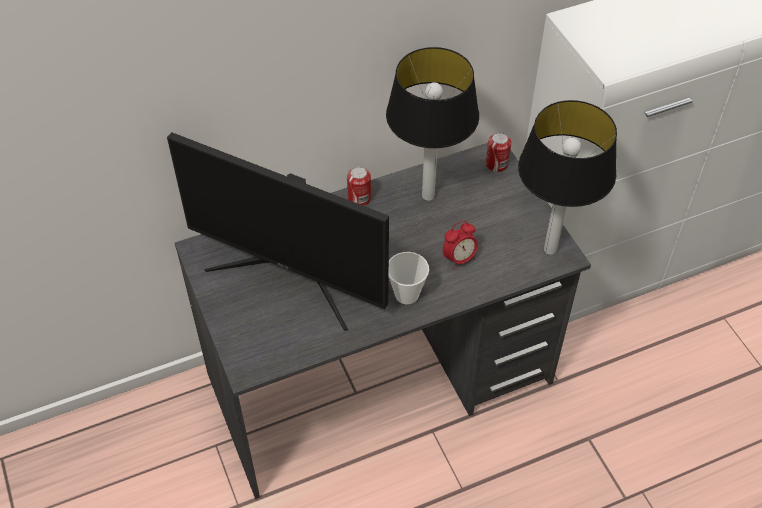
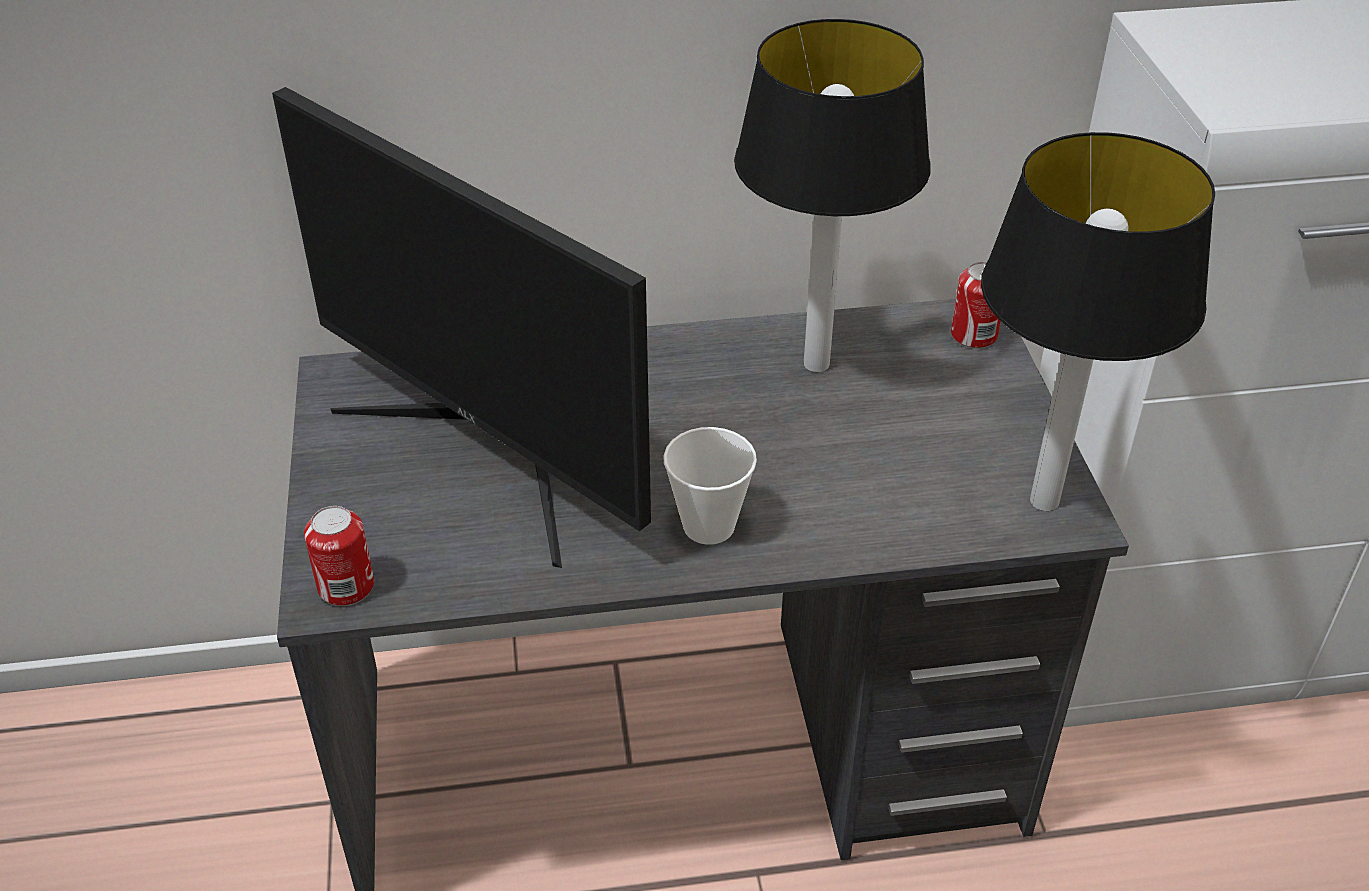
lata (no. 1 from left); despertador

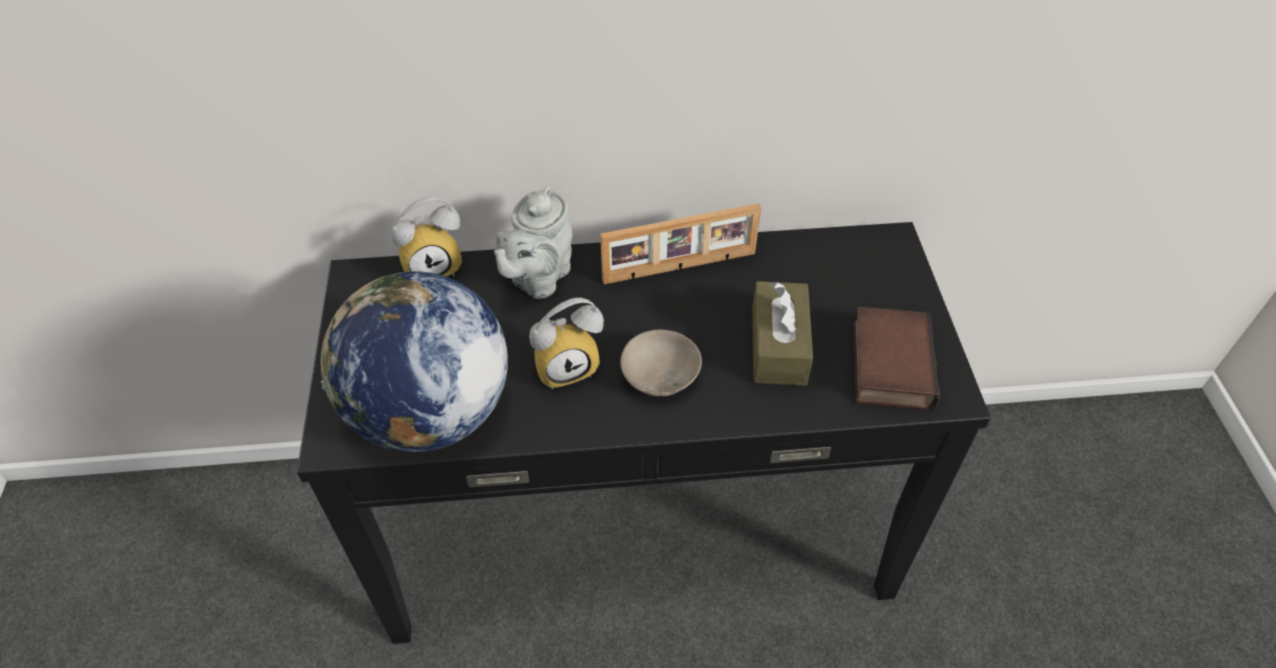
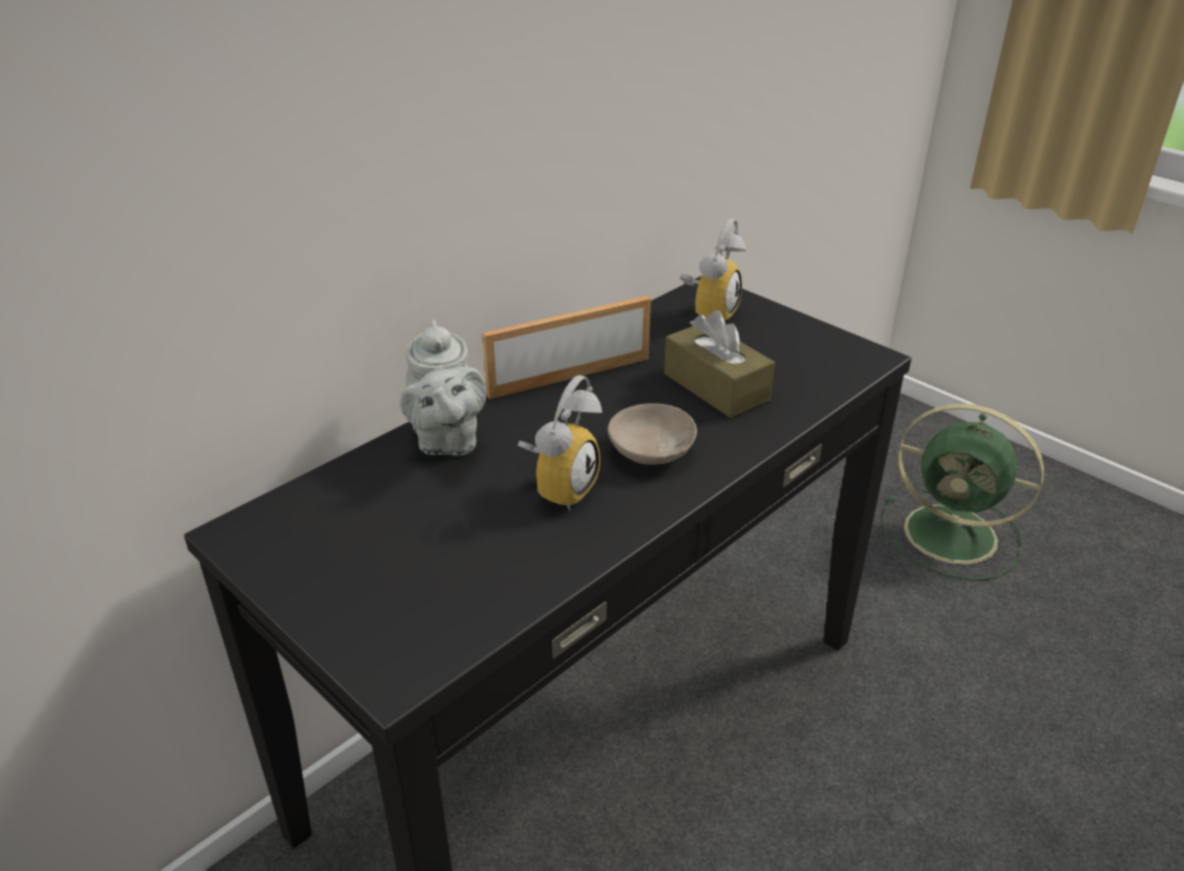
despertador (no. 2 from left); portarretratos; globo terráqueo; libro; ventilador [verde]

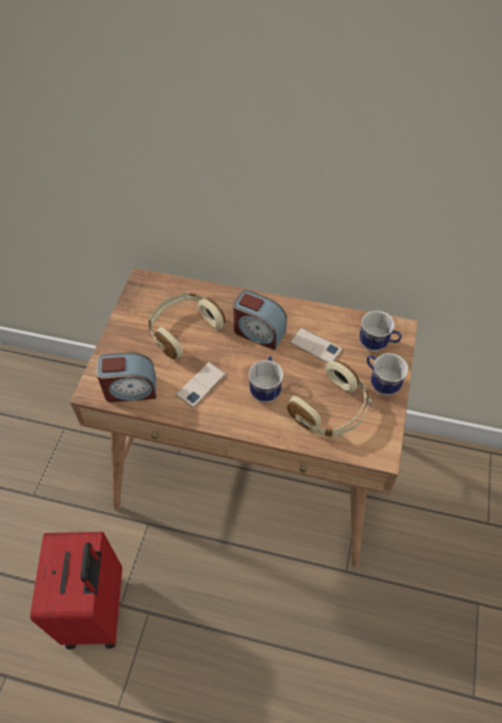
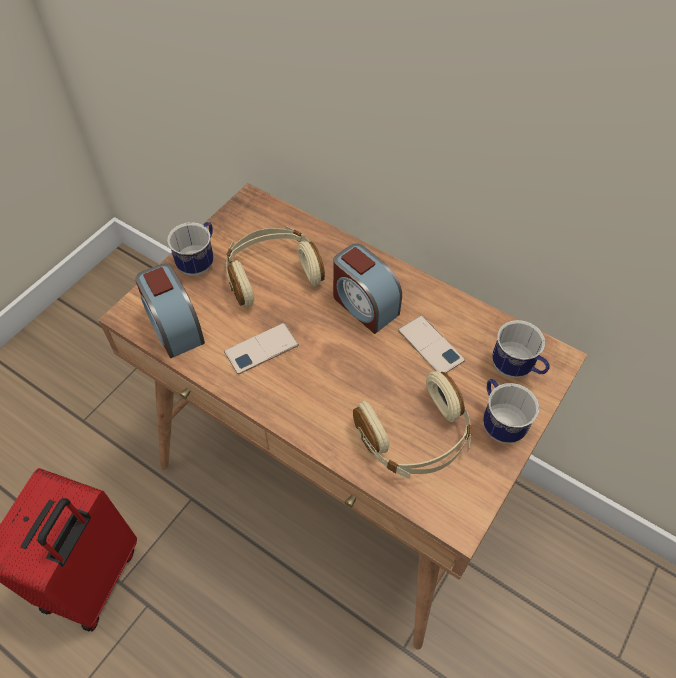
despertador (no. 1 from left); taza grande (no. 1 from left)

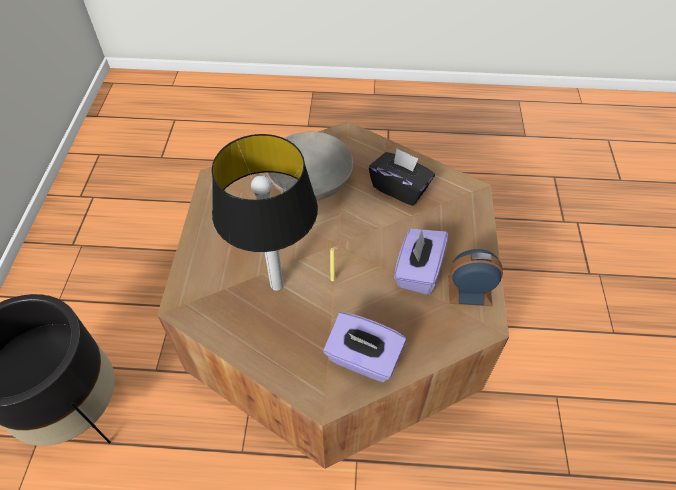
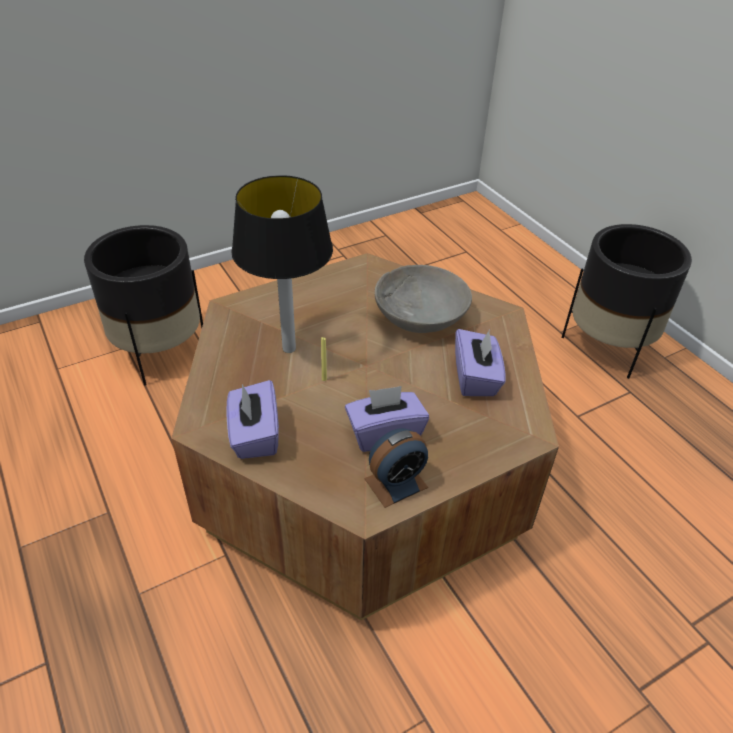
caja de pañuelos [morado] (no. 3 from left); despertador; maceta [negro] (no. 2 from left)

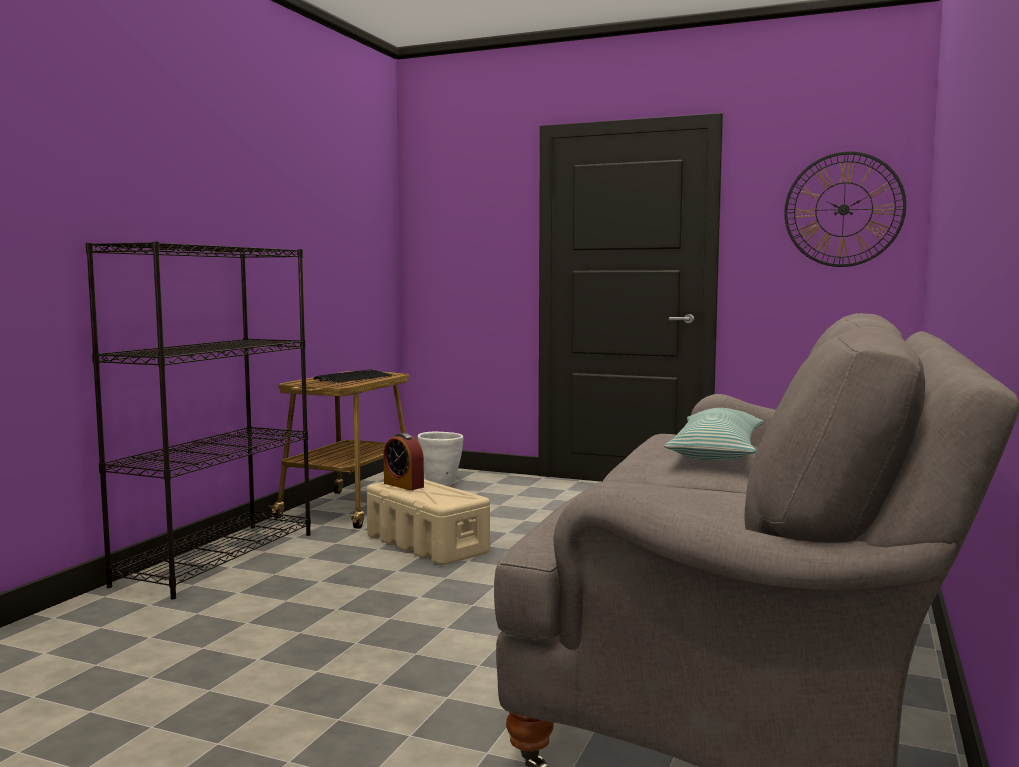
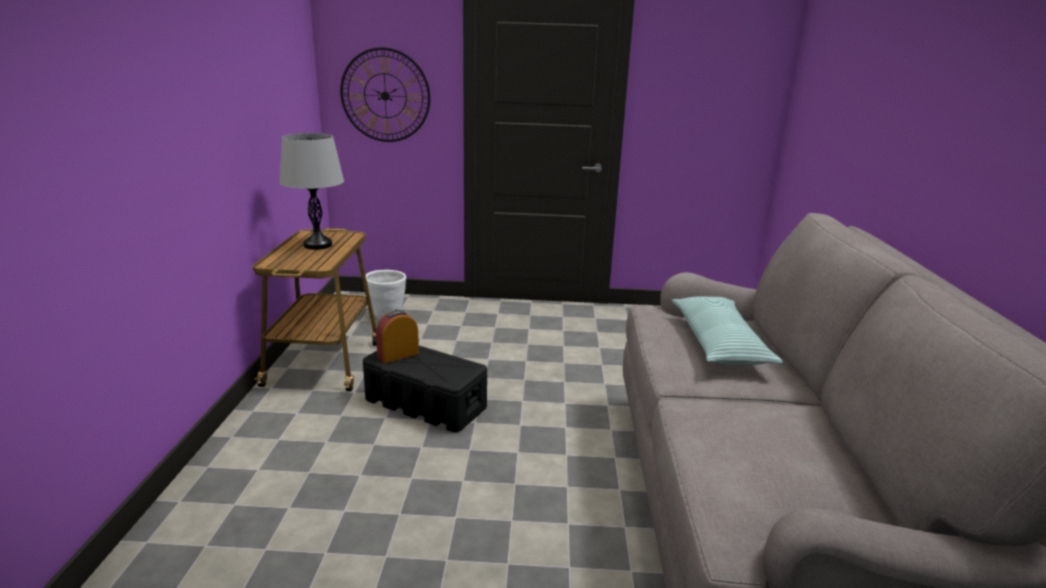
reloj de pared; estantería [negro]; lámpara de mesa [gris]; despertador; caja de almacenaje [negro]

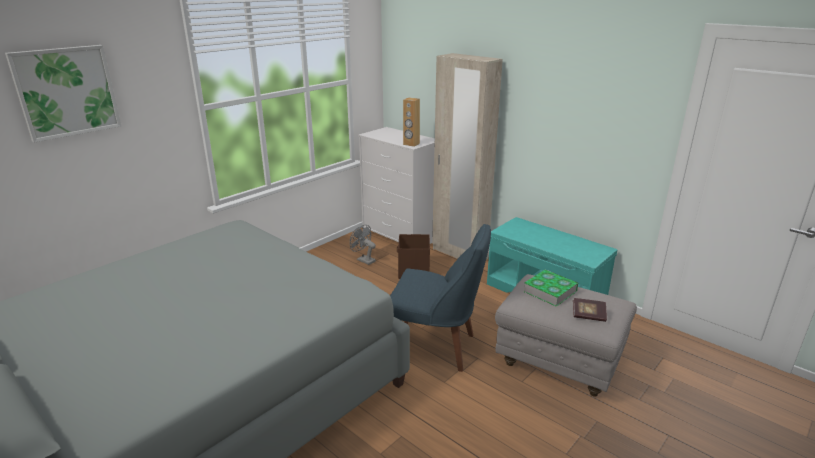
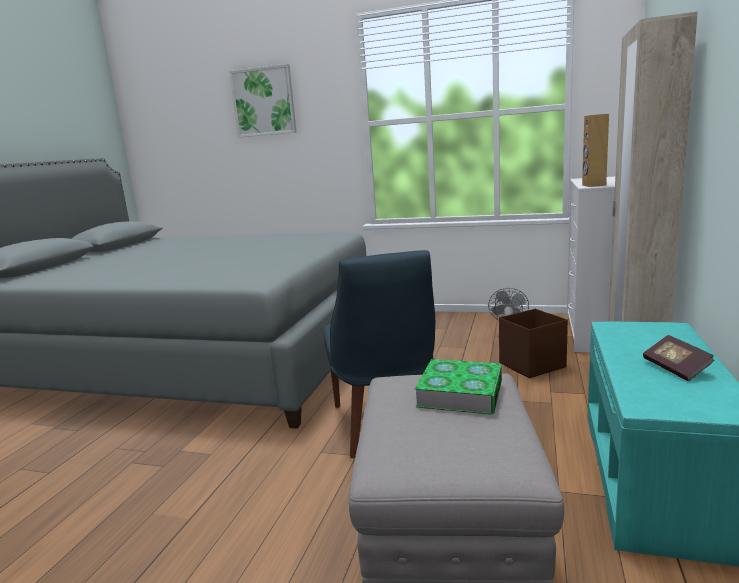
libro (no. 2 from left)

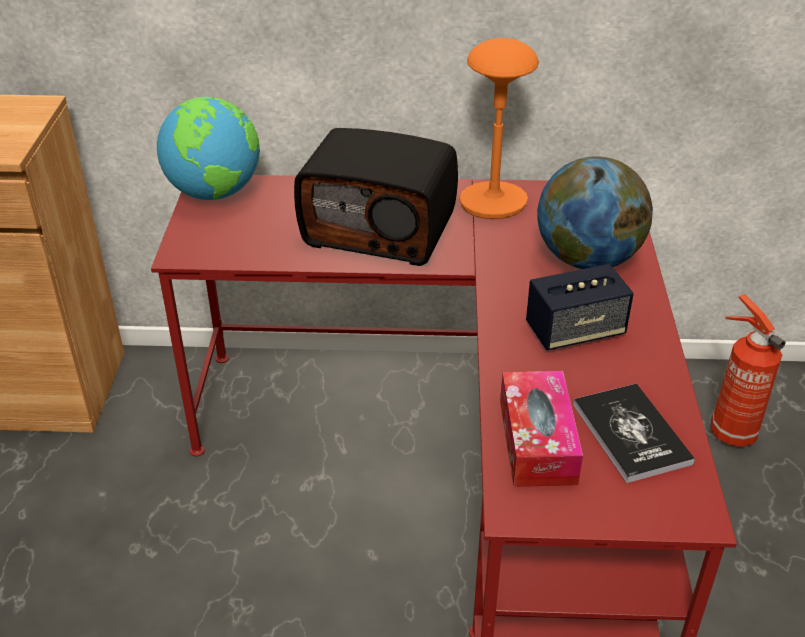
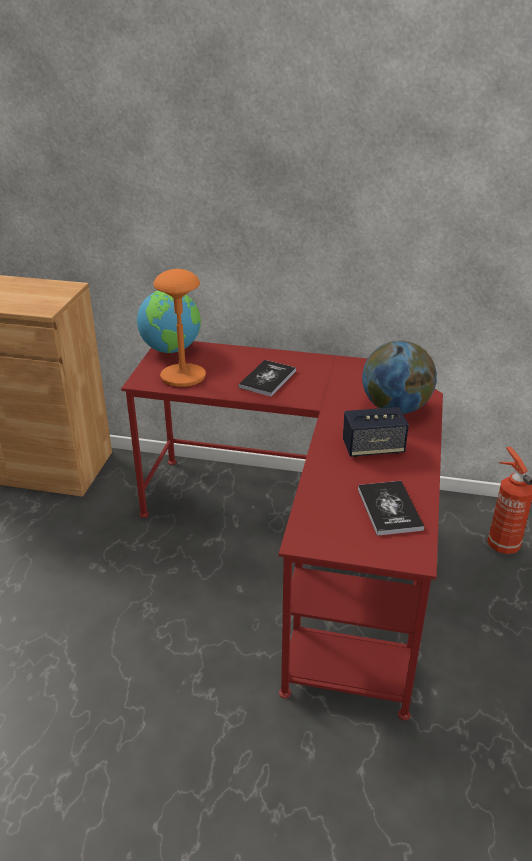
lámpara de mesa [naranja]; libro (no. 1 from left); caja de pañuelos

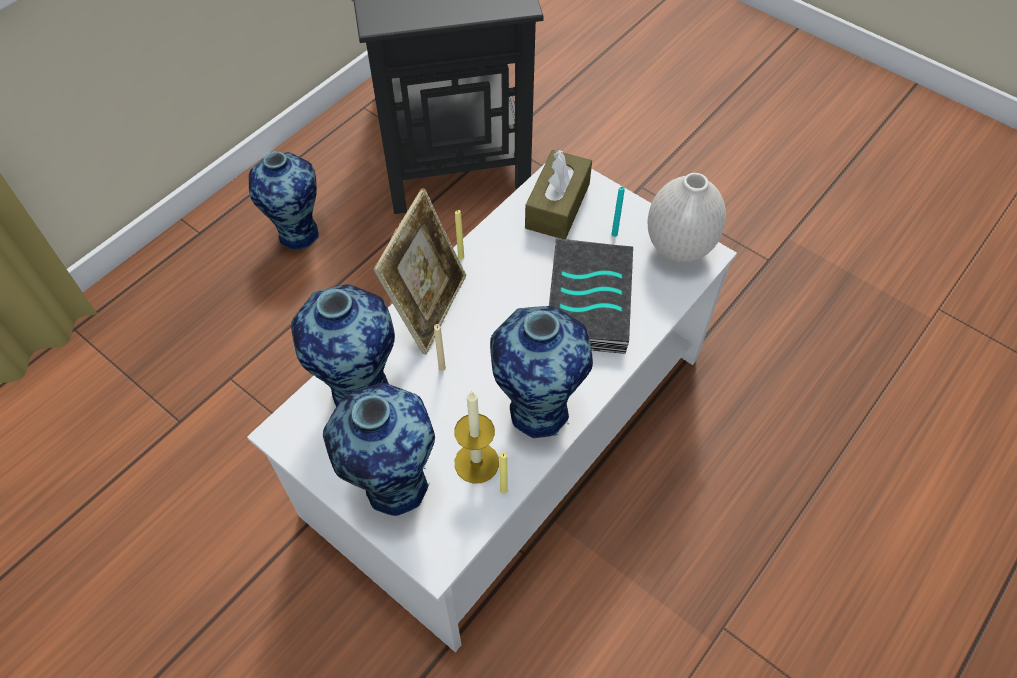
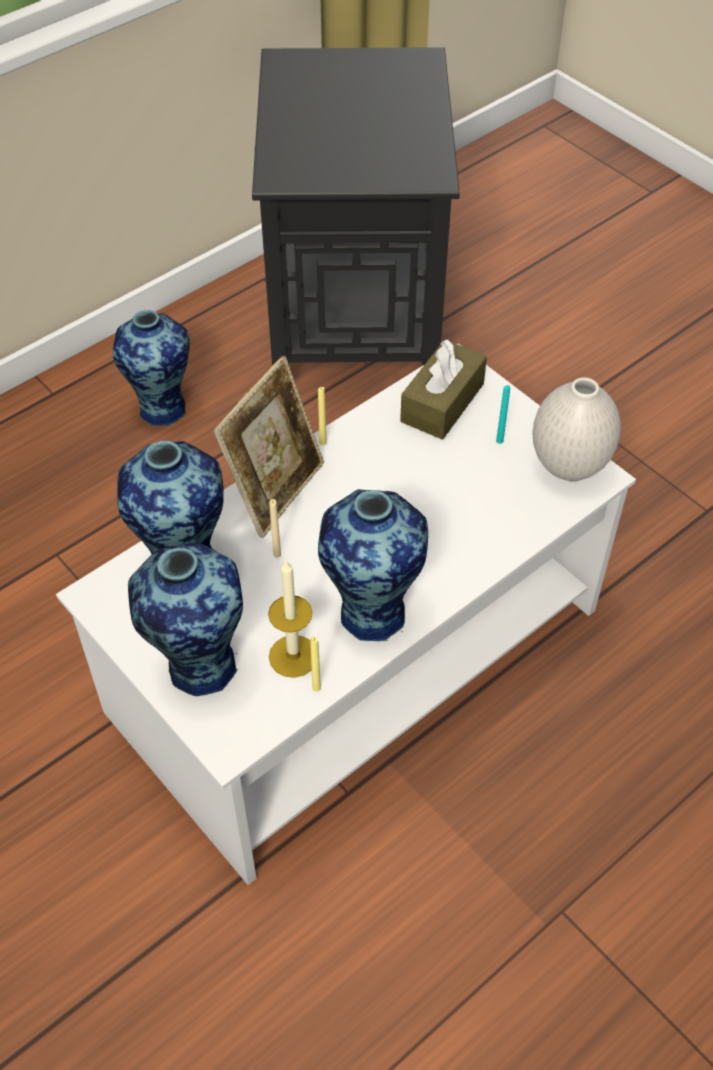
libro

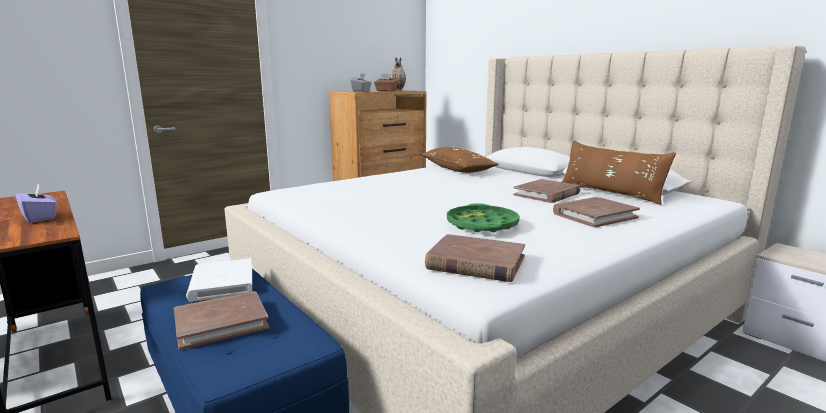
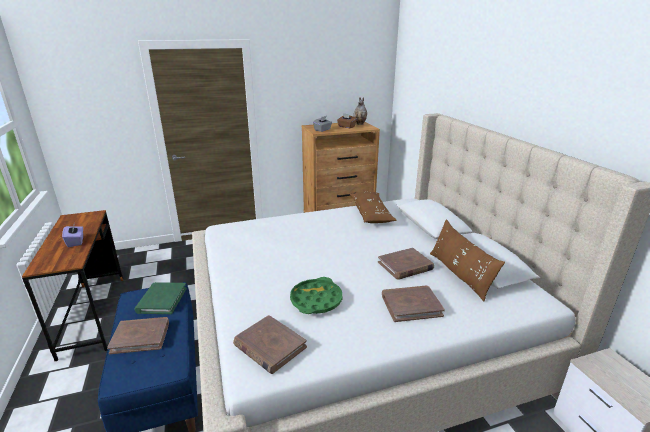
libro [verde]

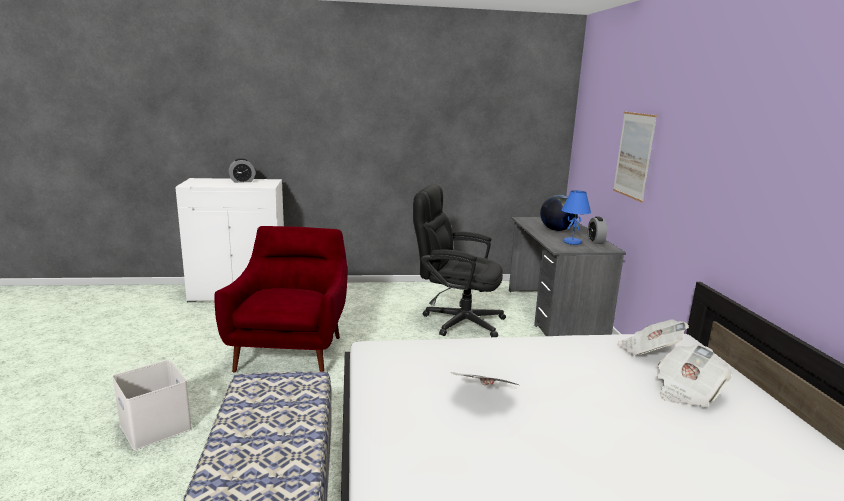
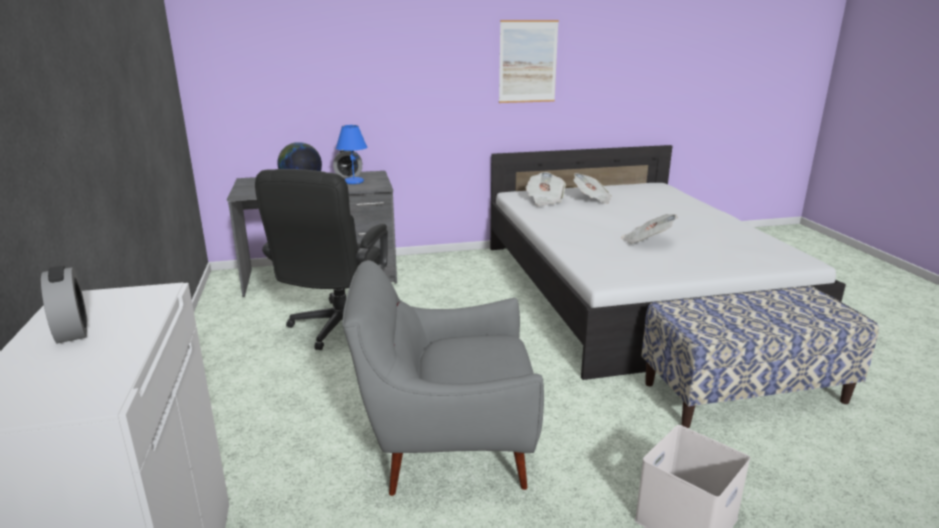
cuadro; sillón [gris]

